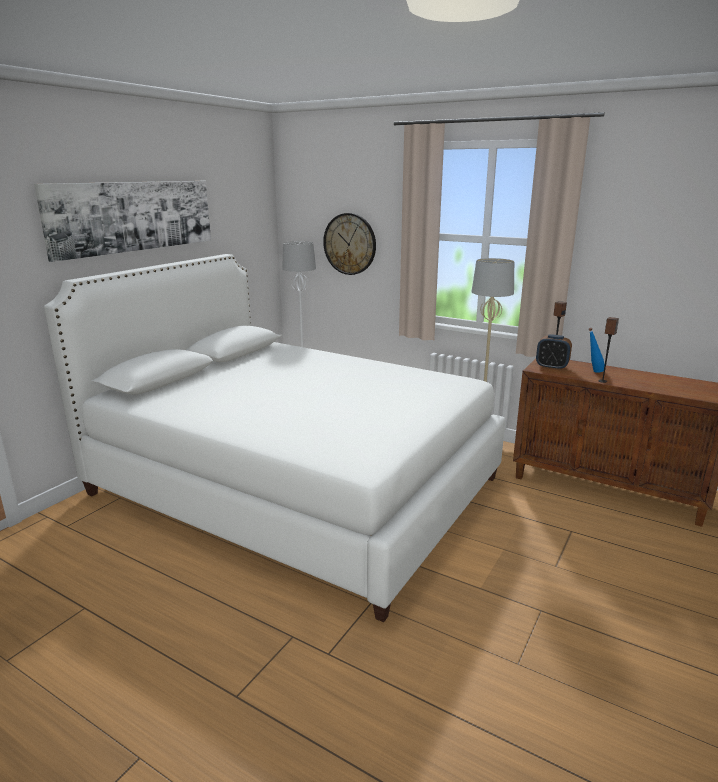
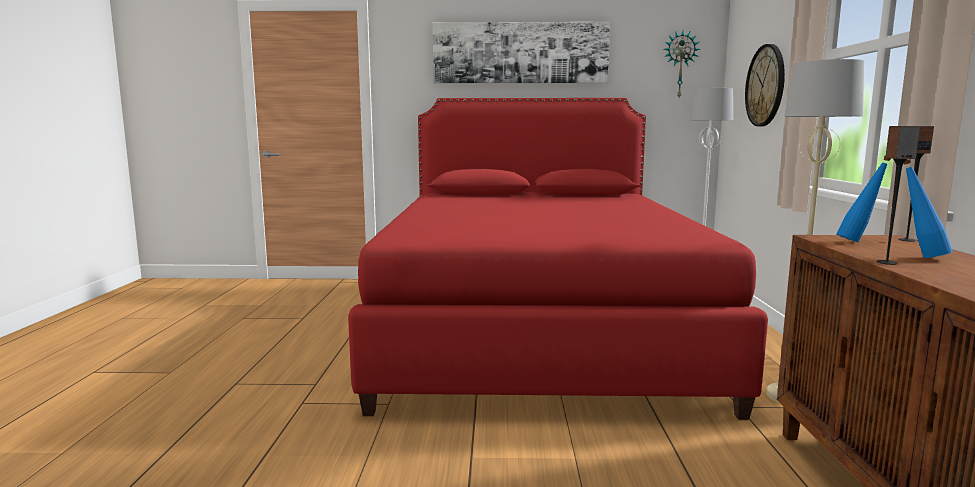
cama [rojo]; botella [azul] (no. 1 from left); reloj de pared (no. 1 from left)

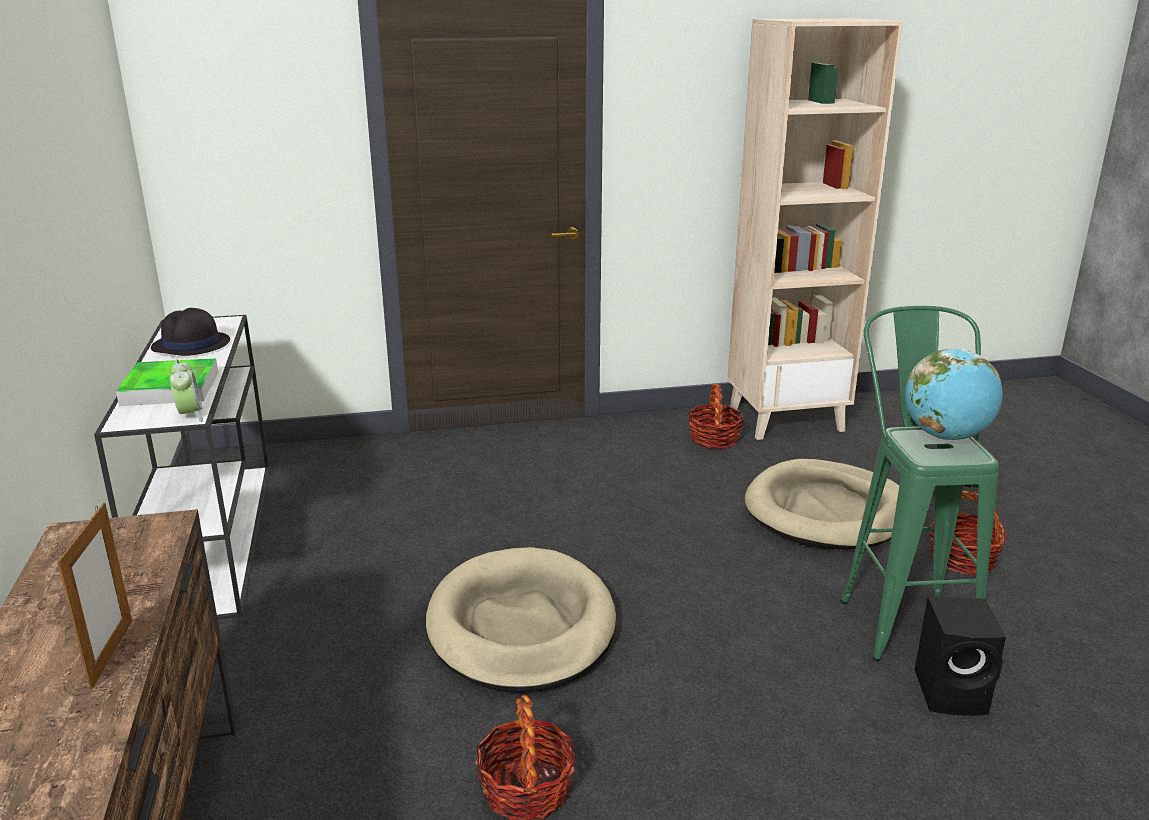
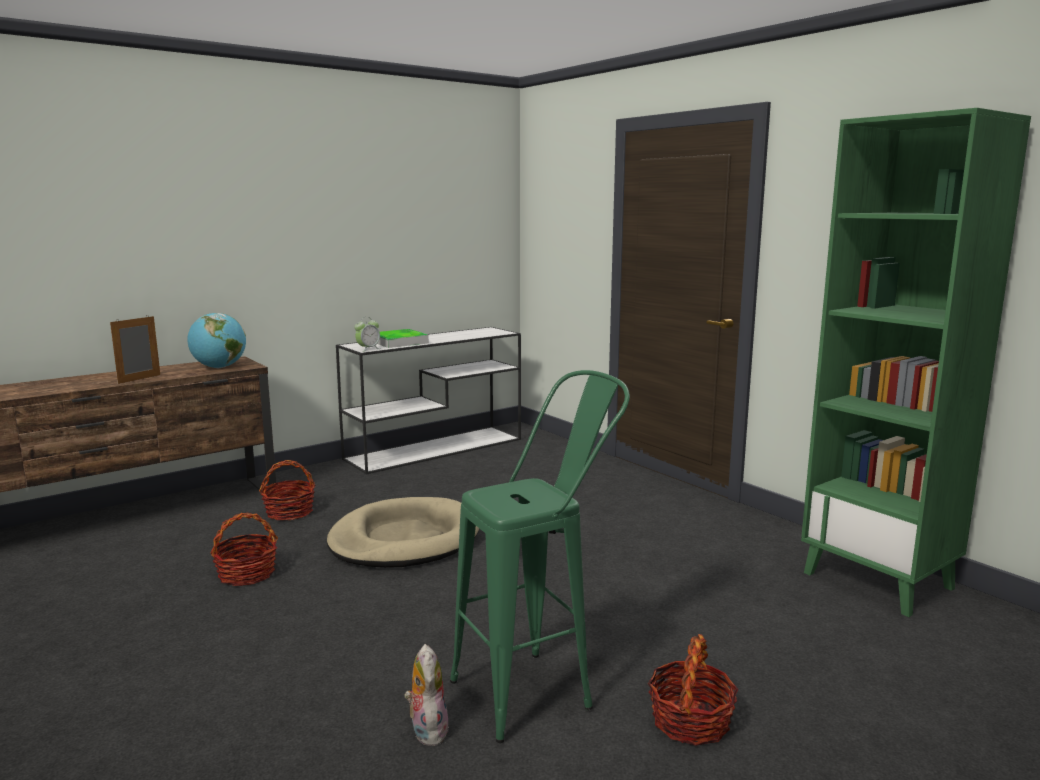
estantería [verde]; sombrero [negro]; globo terráqueo; cesta (no. 2 from left); cama para perro [beis] (no. 2 from left in the first image); portarretratos; peluche

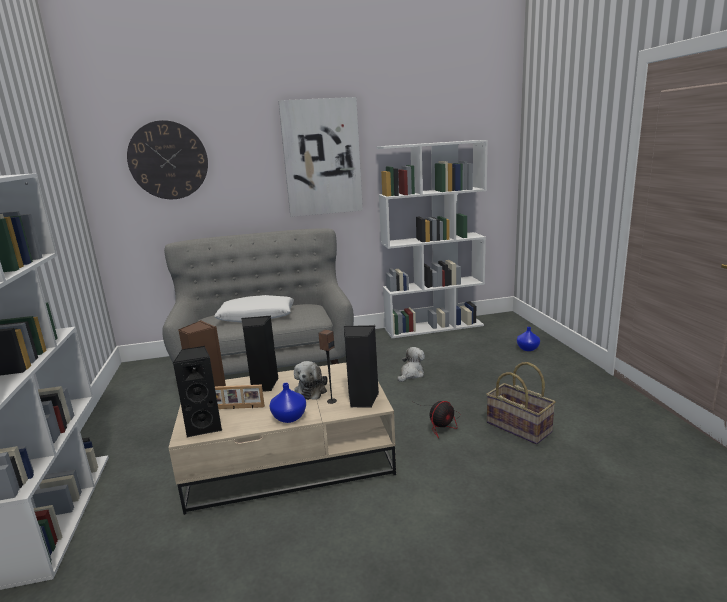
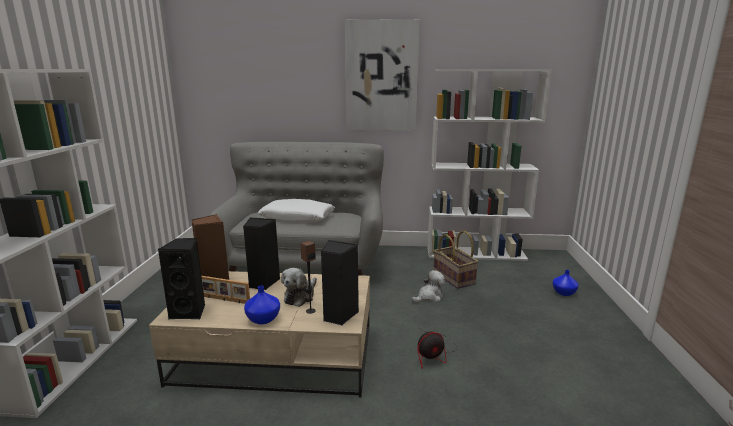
reloj de pared; cesta

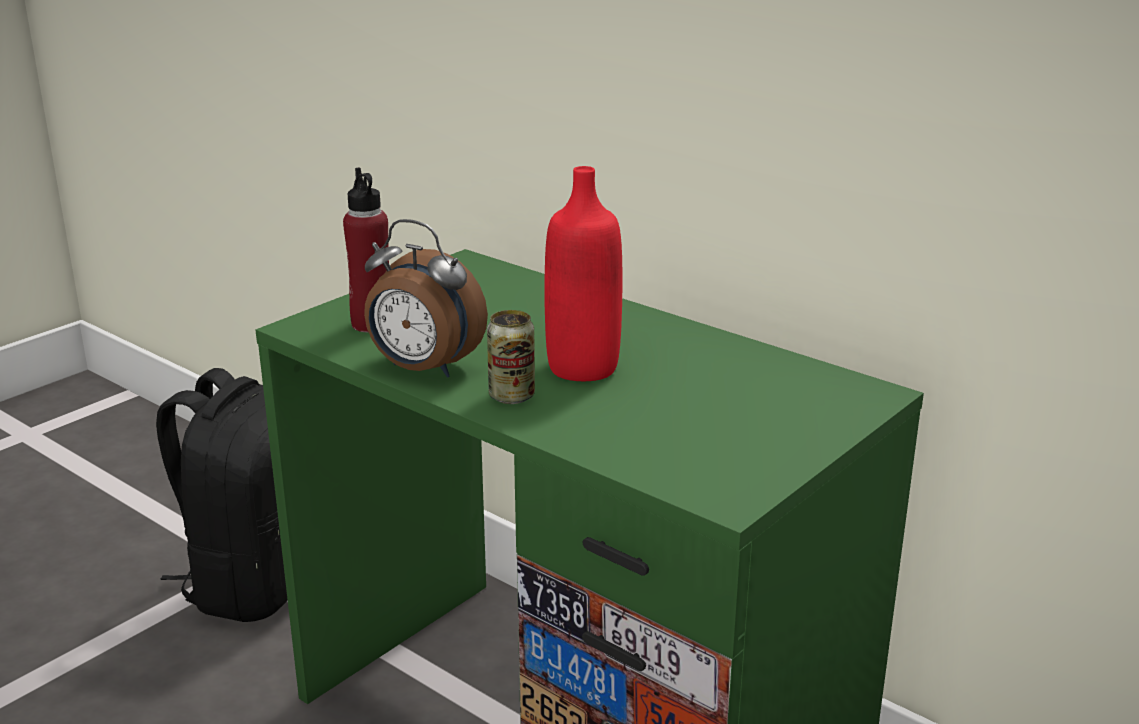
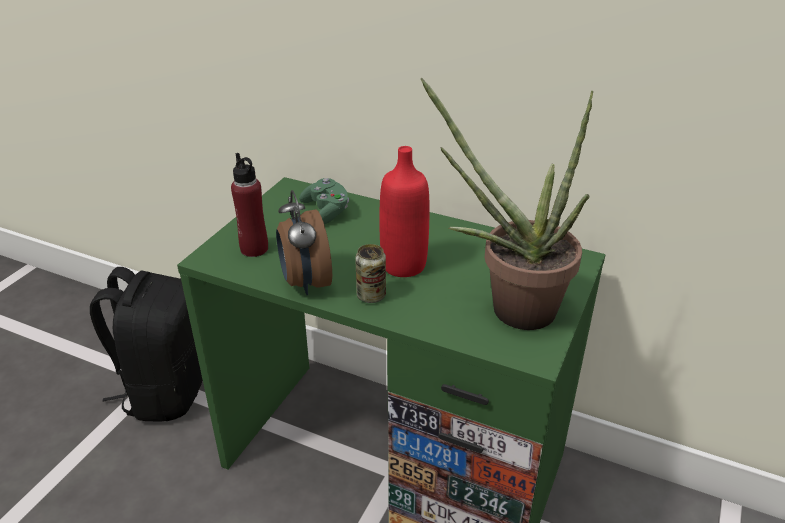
despertador; planta en maceta; mando de consola [verde]

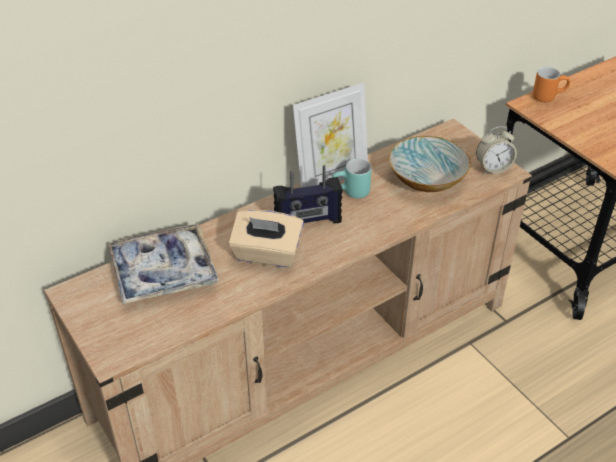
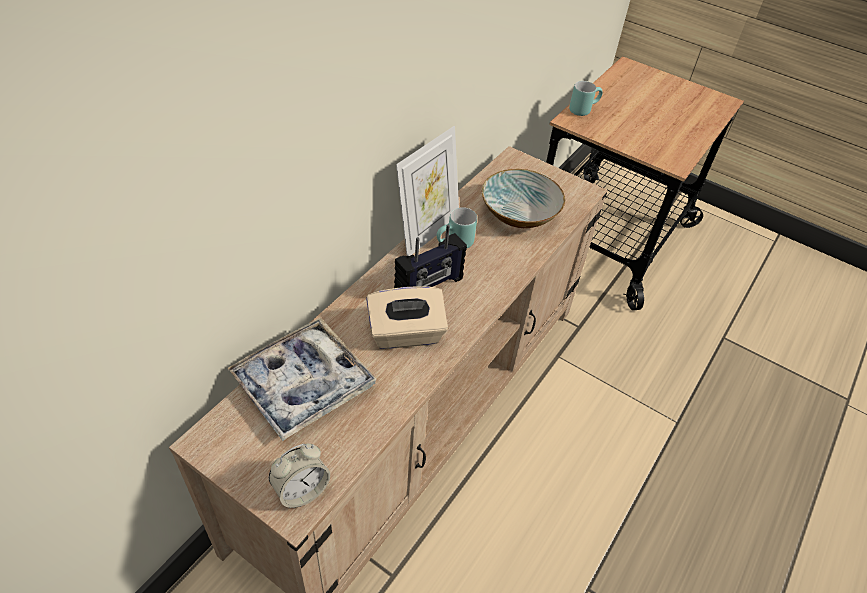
taza grande [turquesa] (no. 2 from left); despertador

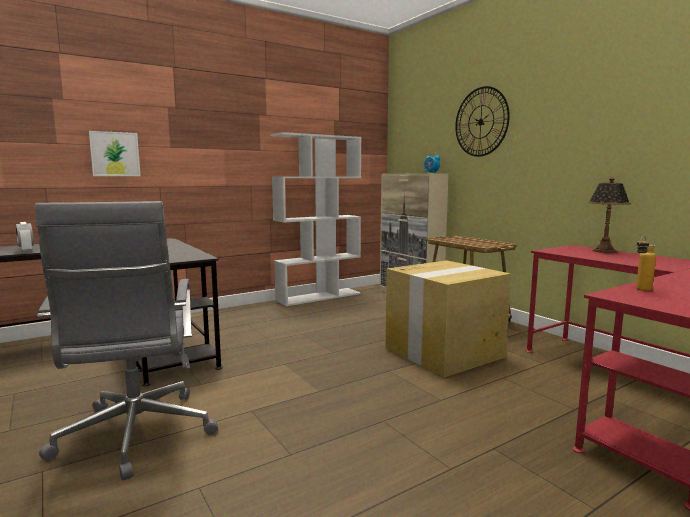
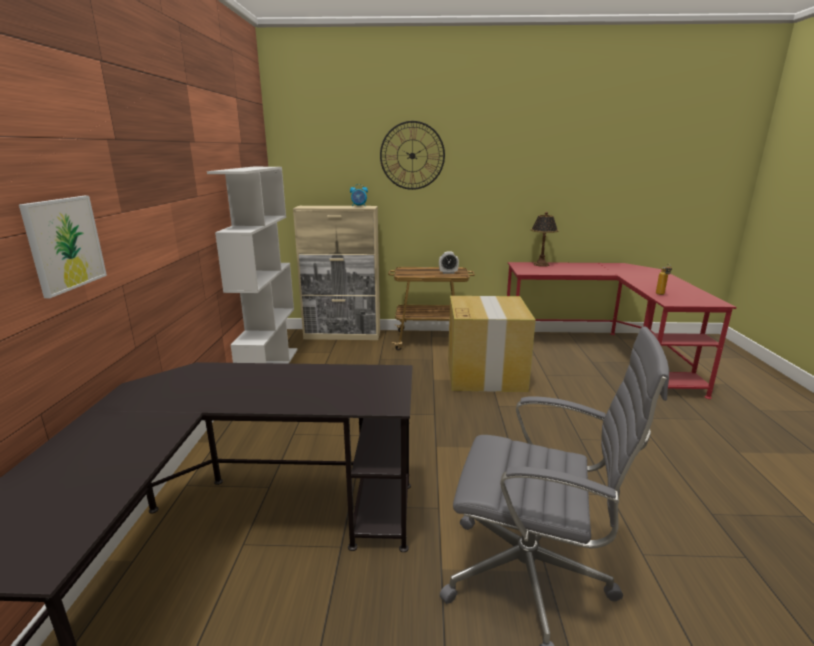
despertador (no. 2 from left)

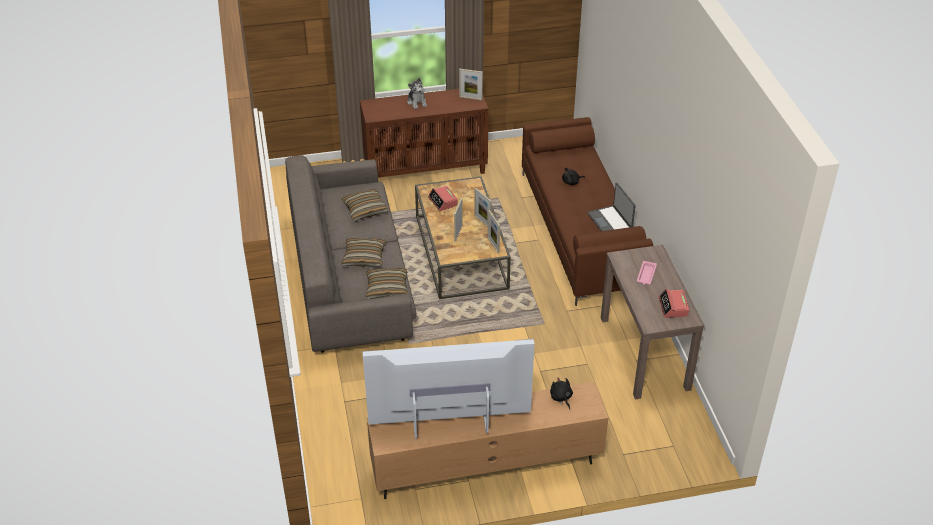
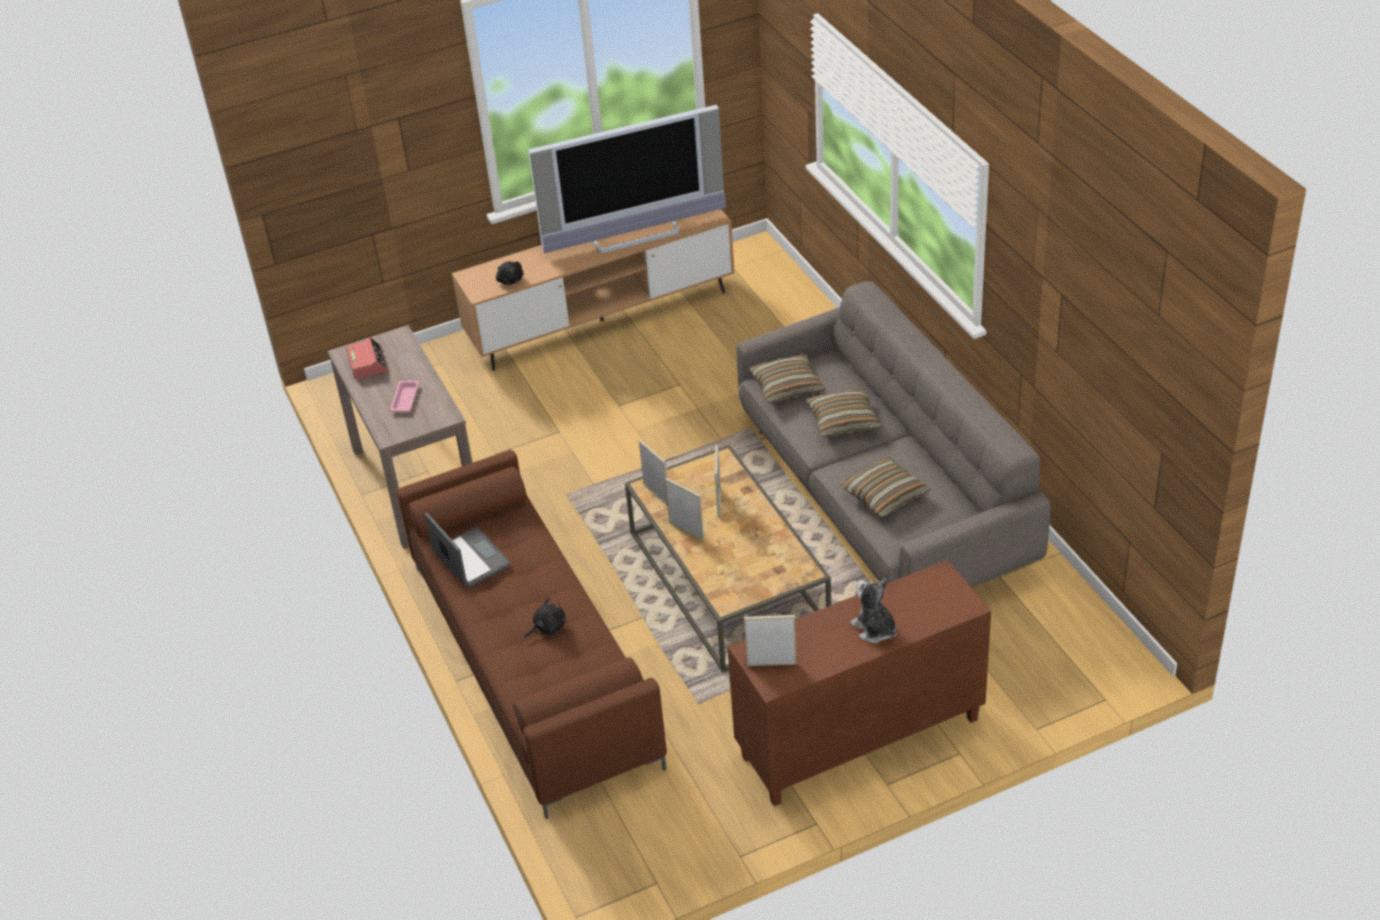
despertador (no. 1 from left in the first image)

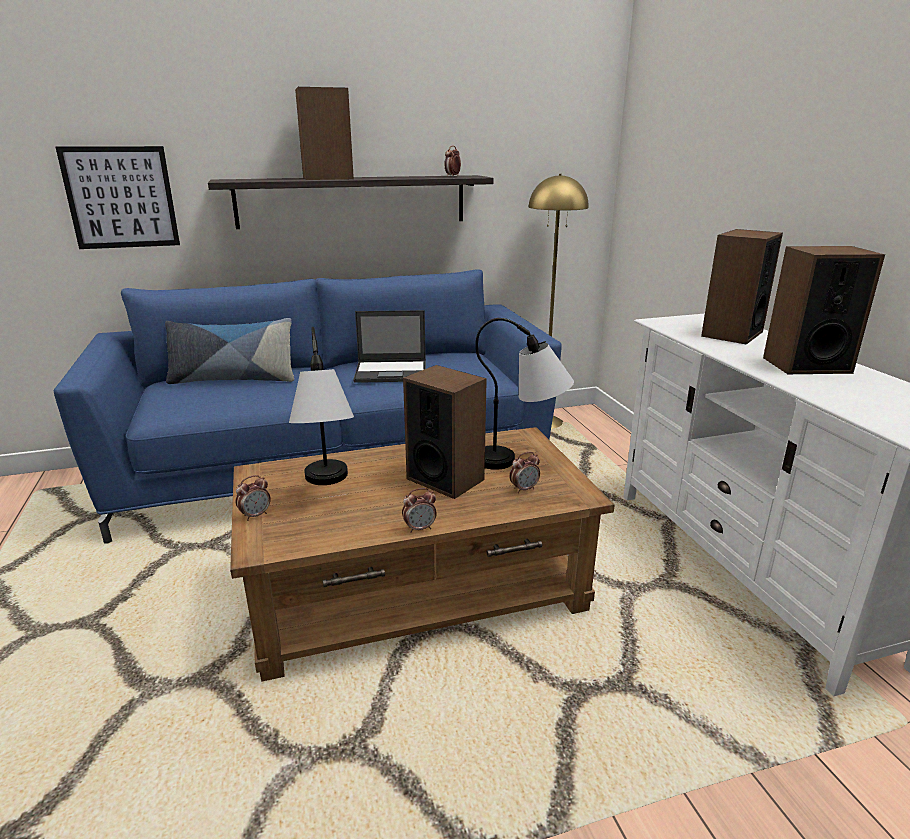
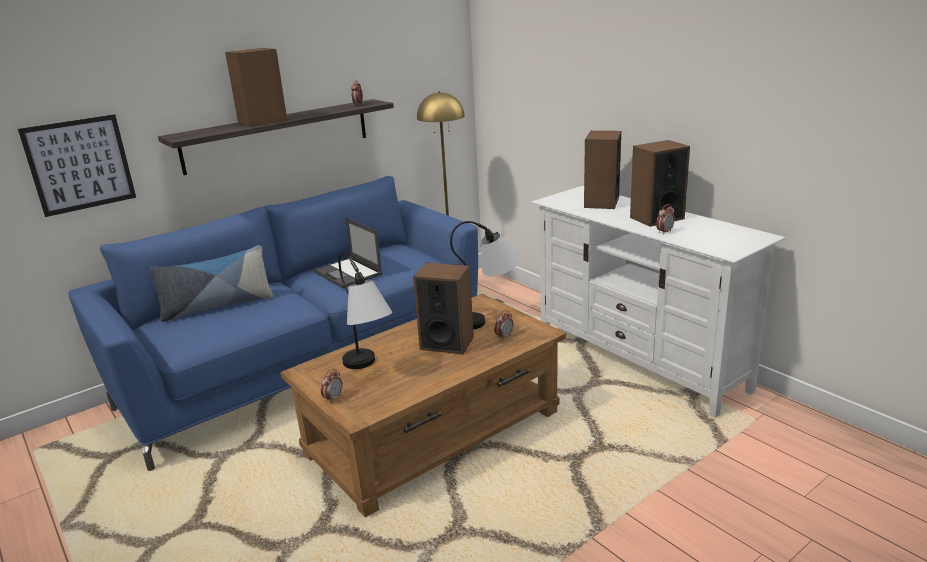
portátil; despertador (no. 4 from left)

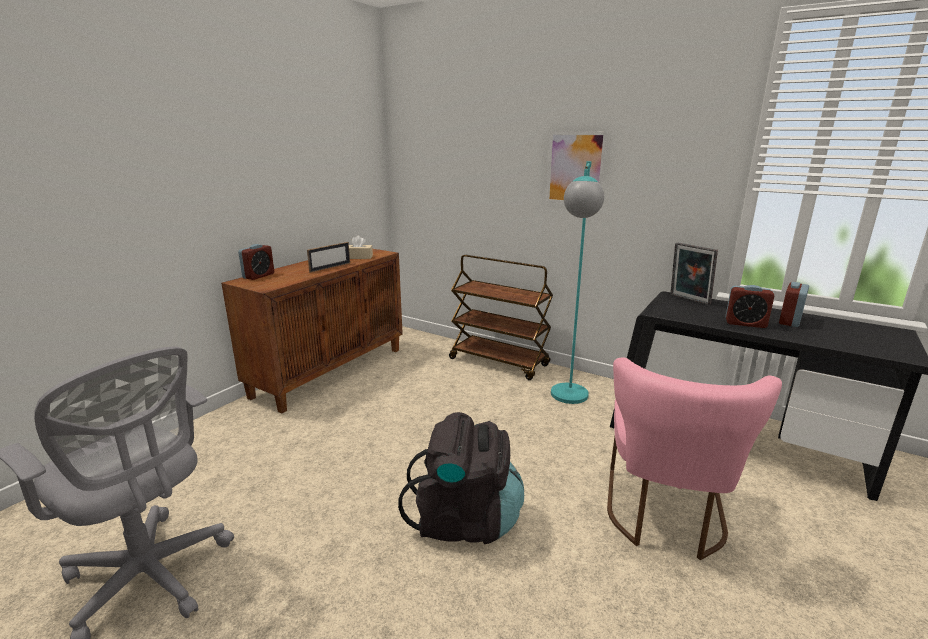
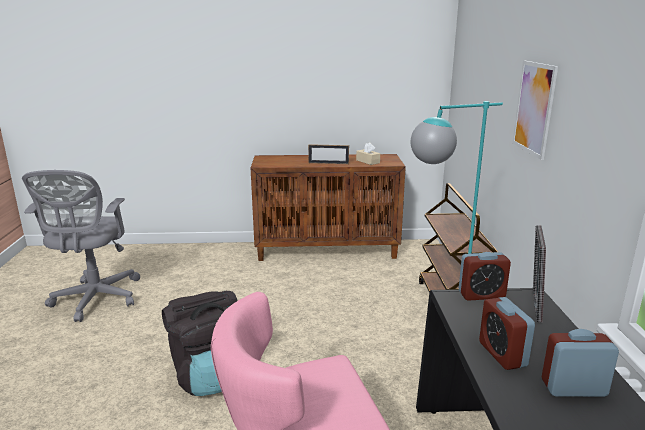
despertador (no. 1 from left)

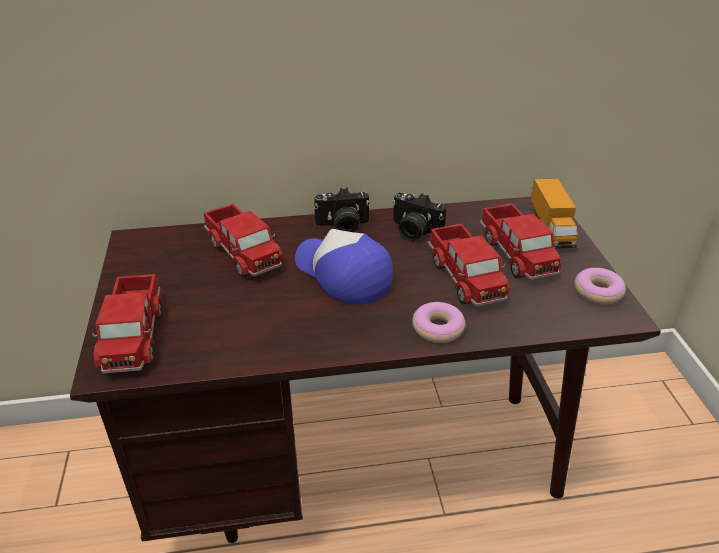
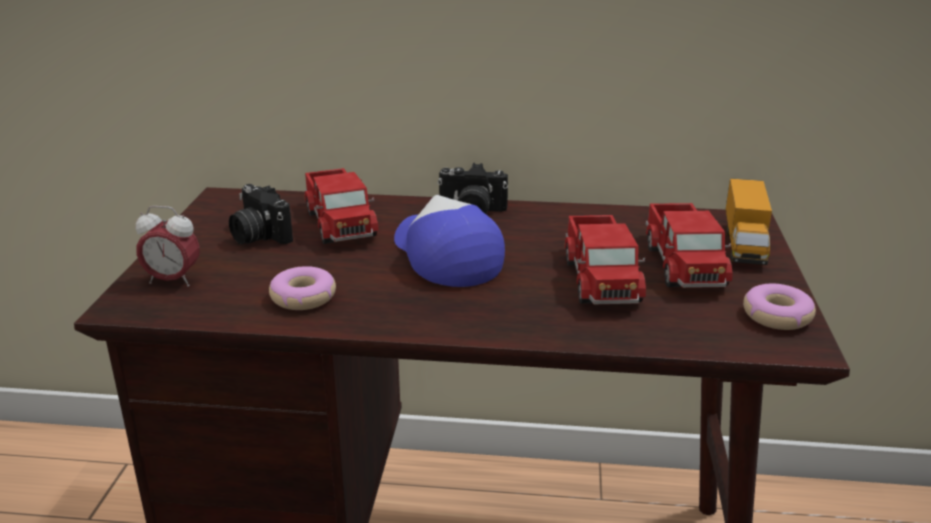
cámara (no. 1 from left); despertador; rosquilla (no. 1 from left)

